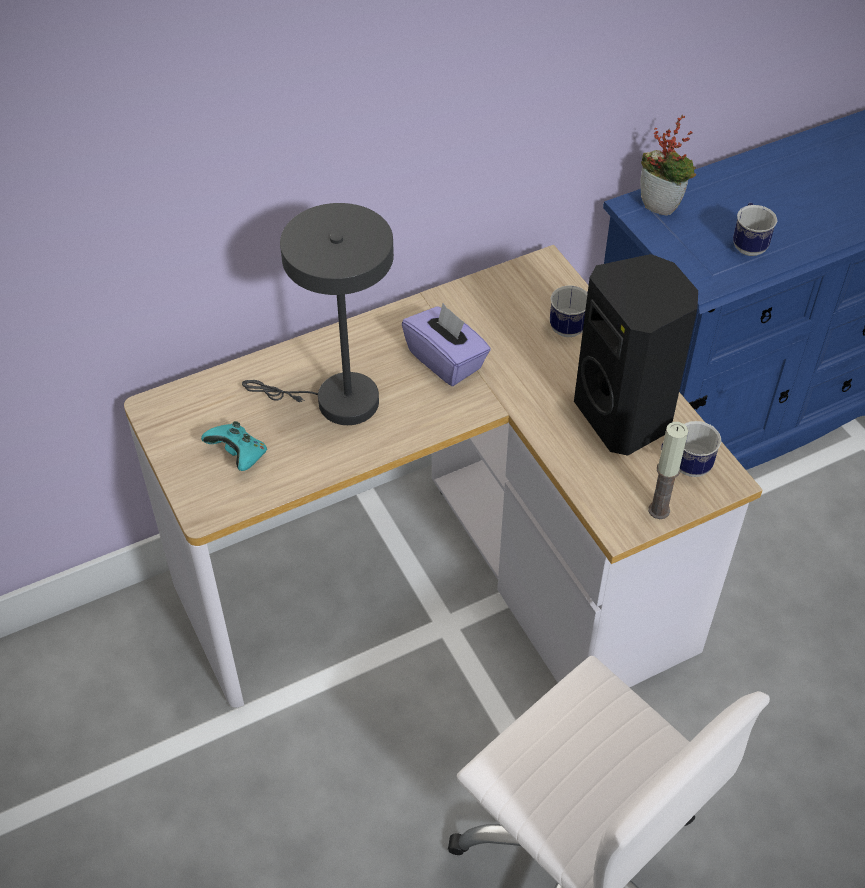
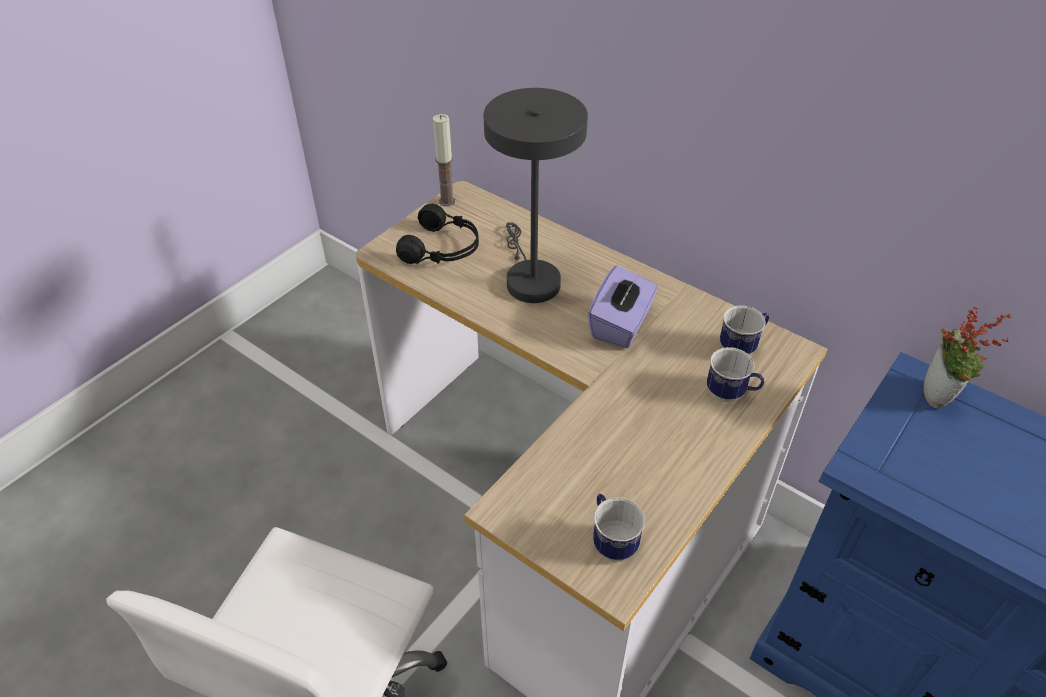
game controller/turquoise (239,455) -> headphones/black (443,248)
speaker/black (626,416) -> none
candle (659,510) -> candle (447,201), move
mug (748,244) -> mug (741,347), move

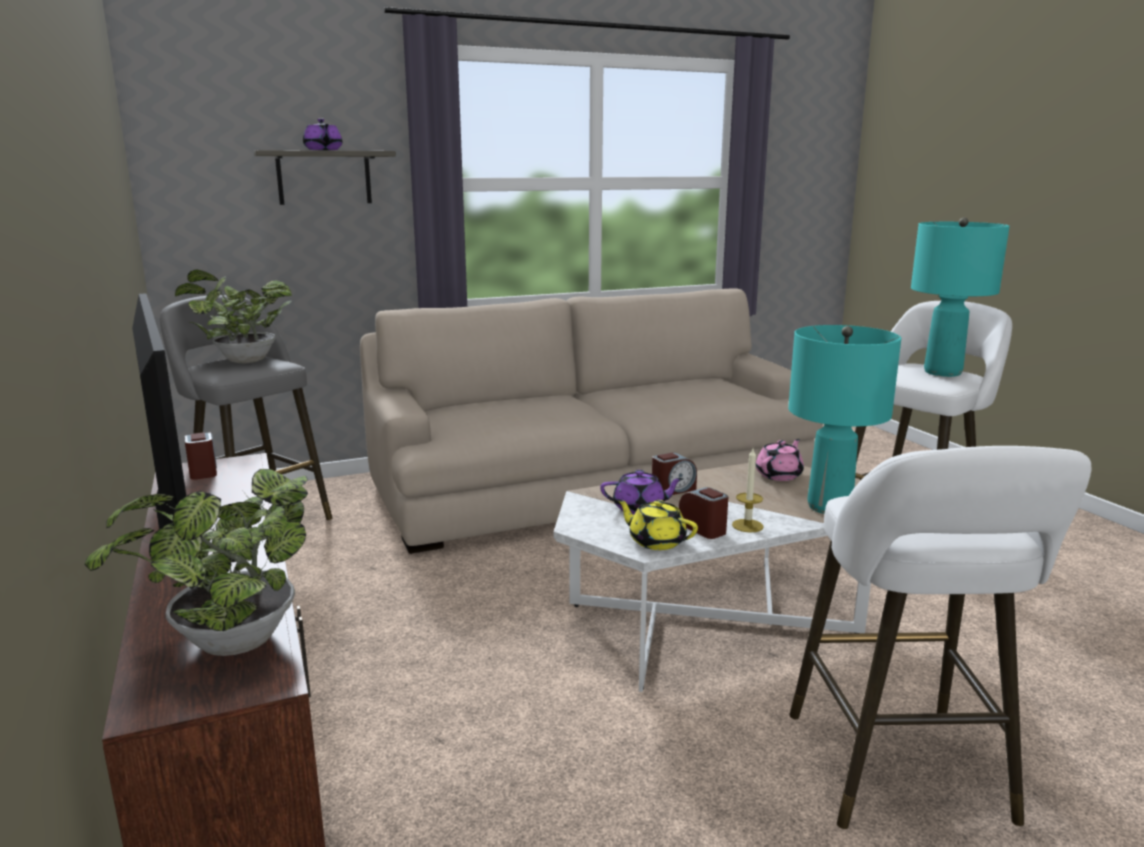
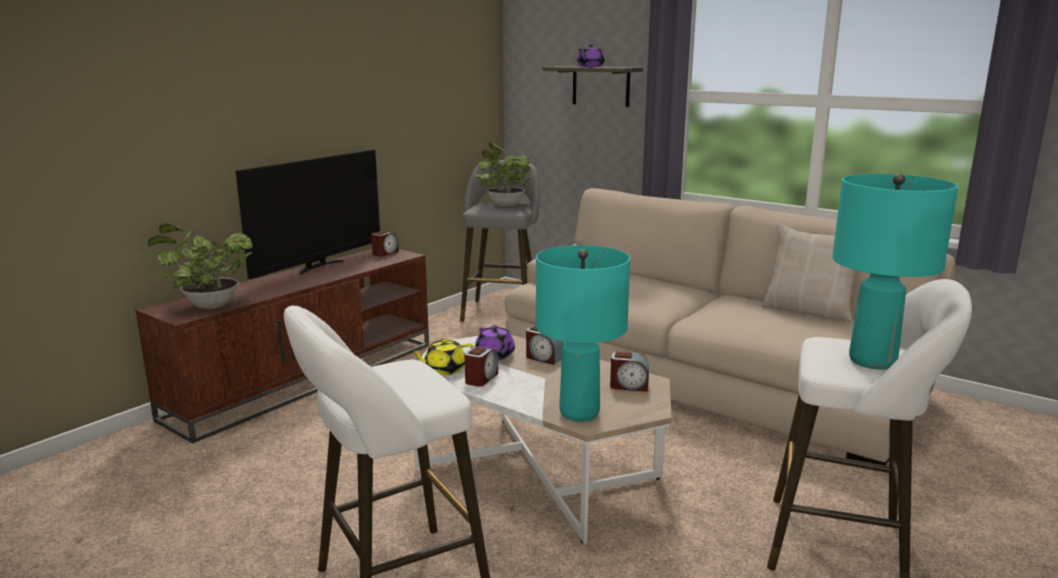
teapot/yellow (656,541) -> teapot/yellow (444,369), 120 degrees counterclockwise
candle (747,525) -> none
teapot/pink (779,475) -> alarm clock (629,386)
none -> pillow/beige (809,311)

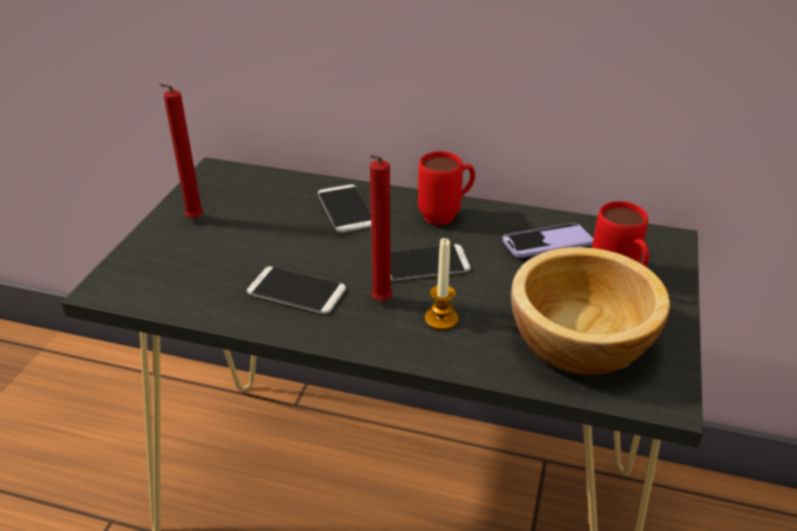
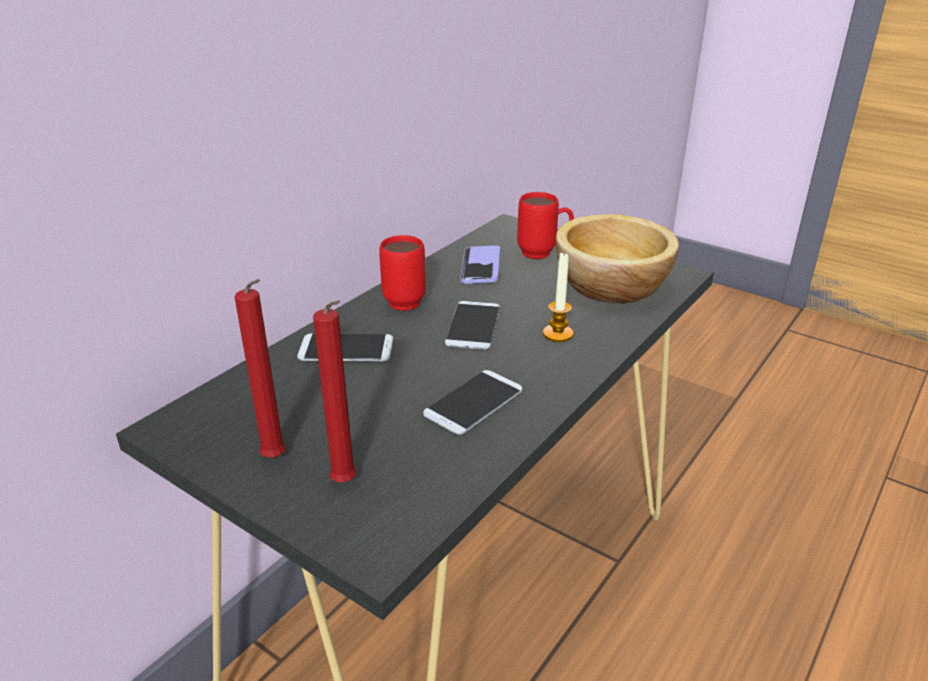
candle/red (380,303) -> candle/red (346,484), move

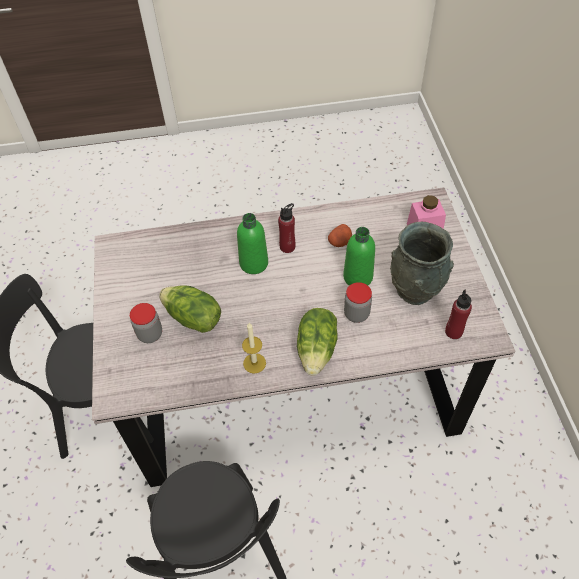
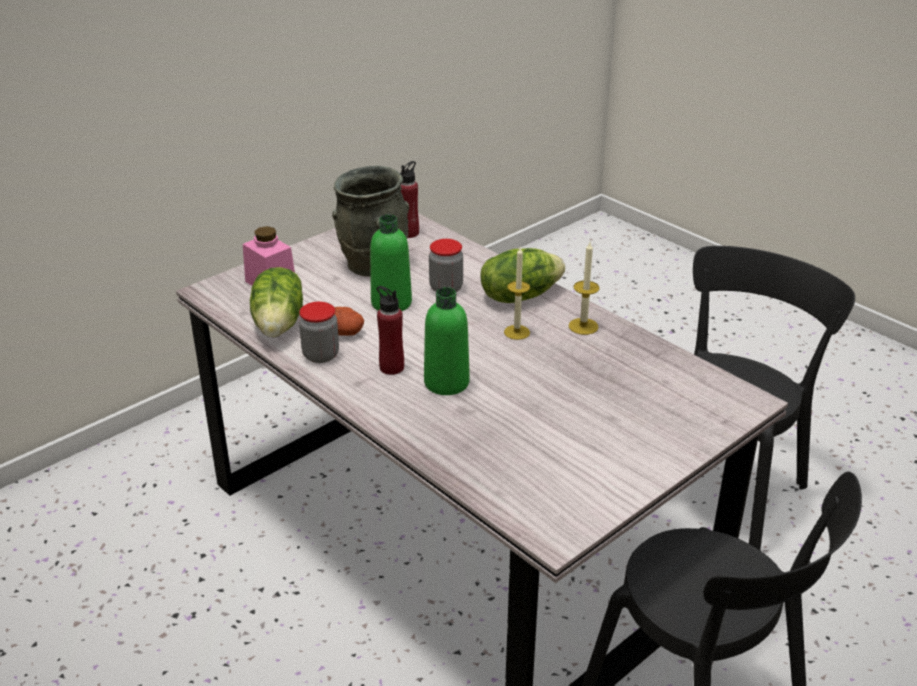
jar (150,334) -> jar (321,355), move
lettuce (193,319) -> lettuce (280,324), move
none -> candle (517,332)

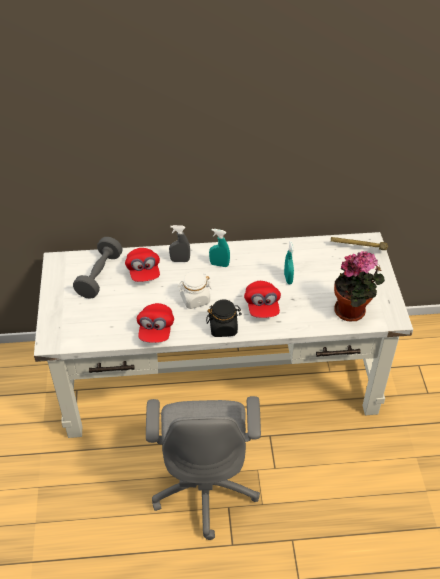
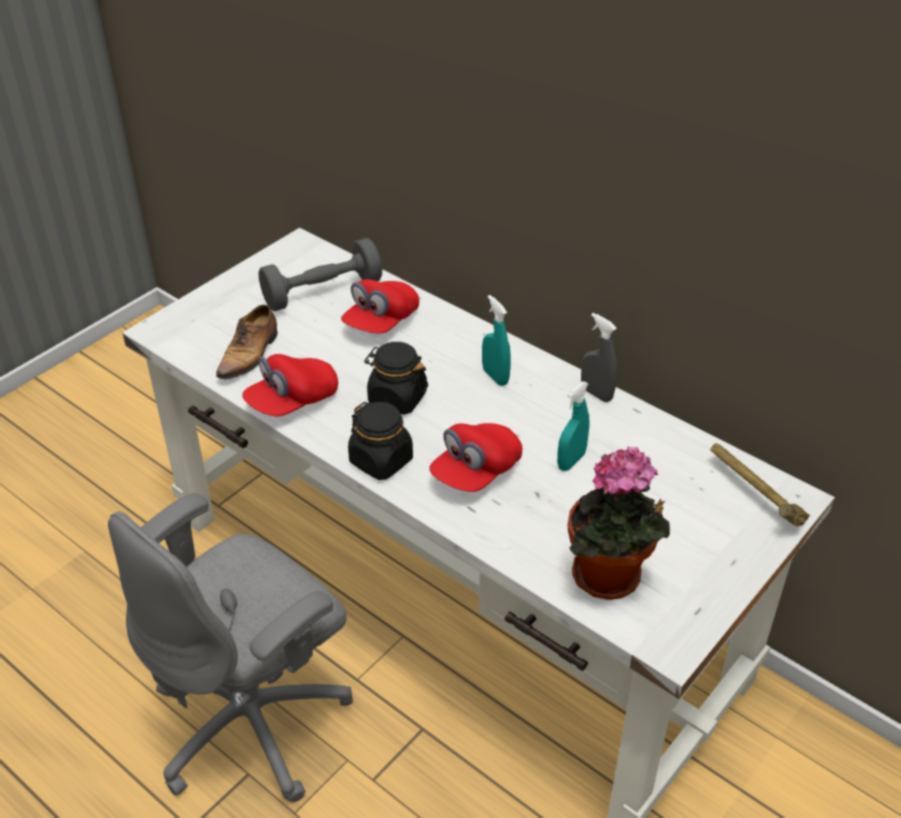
spray bottle/grey (180,260) -> spray bottle/grey (596,394), move
jar/white (195,299) -> jar/black (397,398)
none -> shoe (250,354)

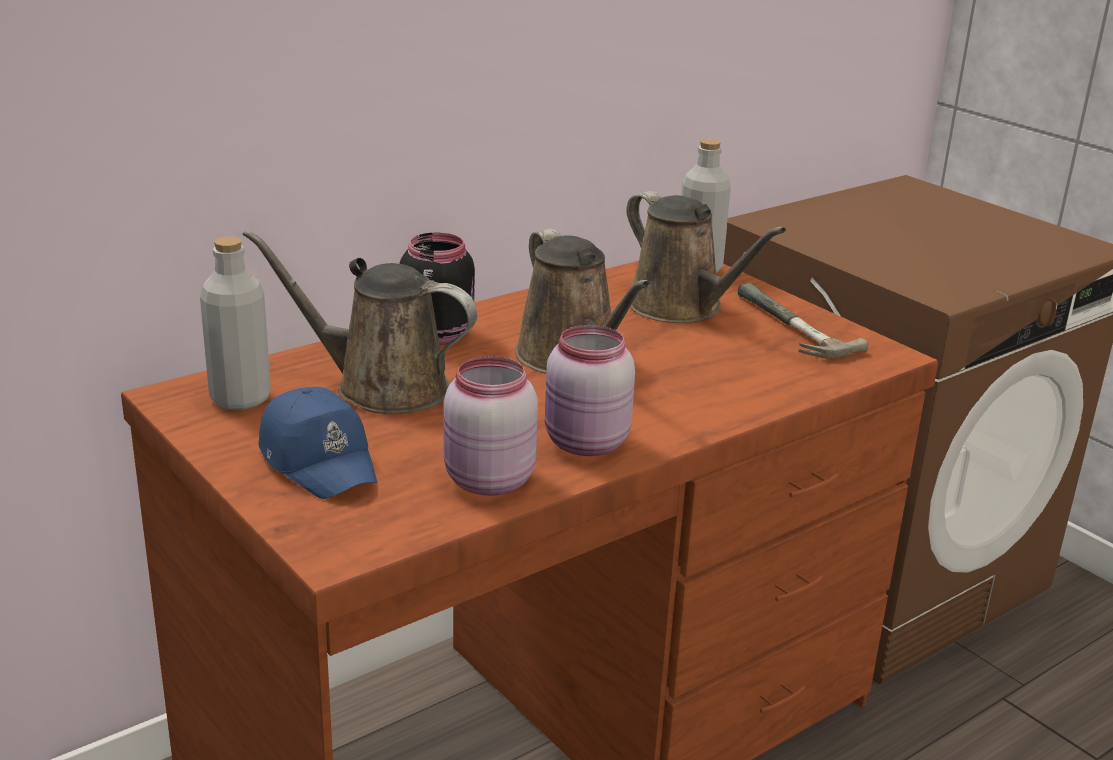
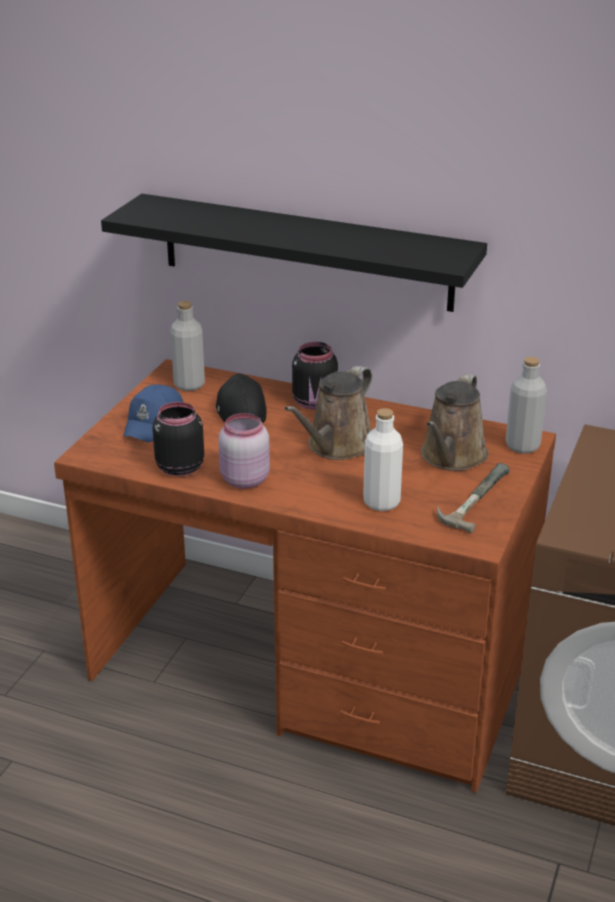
watering can/brown (381,387) -> cap/black (240,410)
jar/pink (486,481) -> jar/black (179,467)
none -> shelf/black (306,252)
none -> bottle/white (381,502)

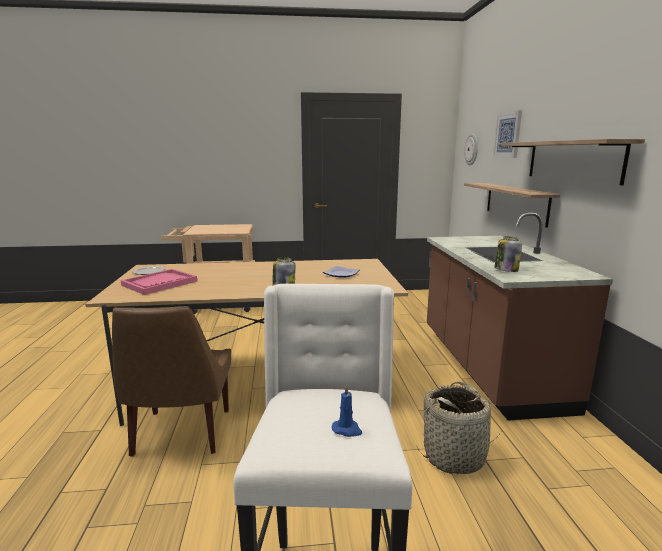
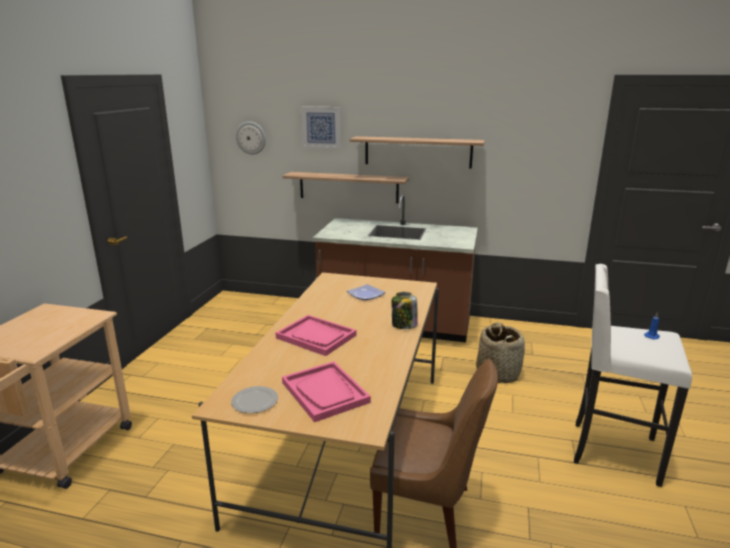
jar (506,270) -> none
none -> tray/pink (316,336)

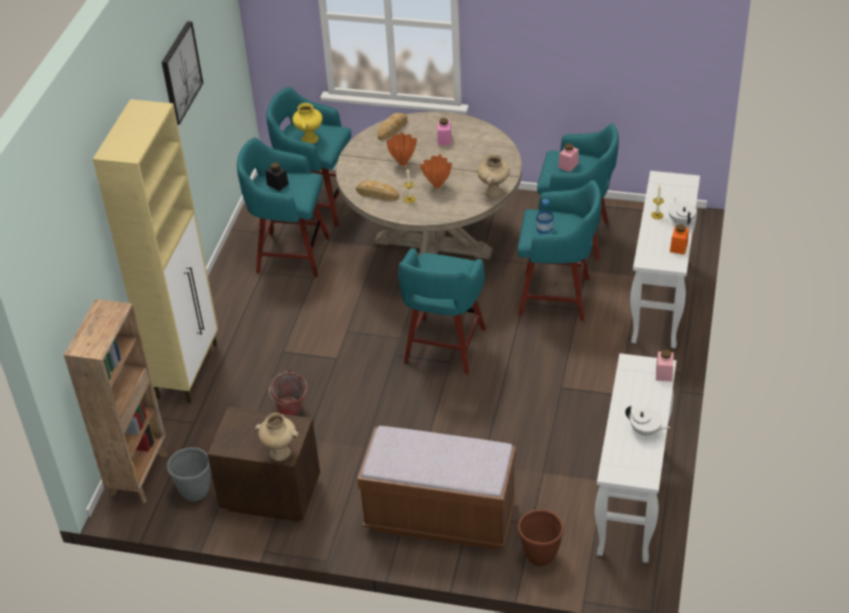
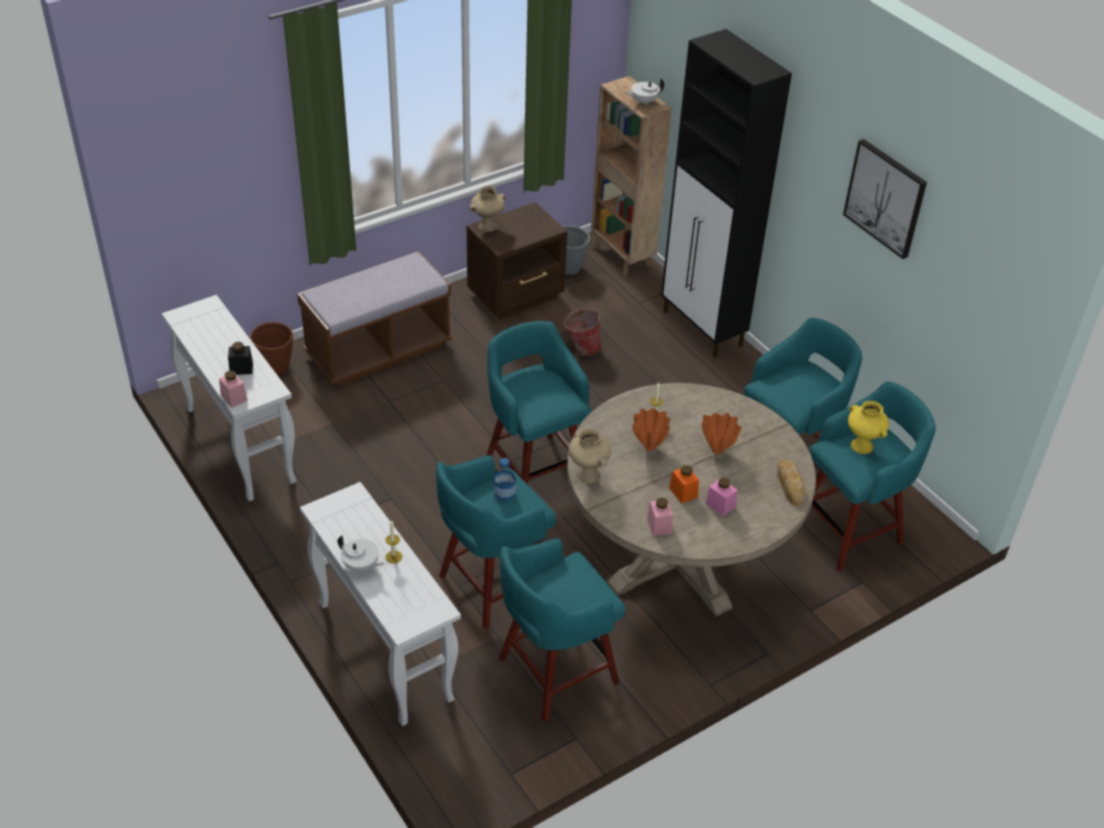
cabinet/beige (188,370) -> cabinet/black (703,329)
jar/black (277,184) -> jar/black (241,368), move
bread (377,194) -> none
jar/pink (568,165) -> jar/pink (659,525), move
teapot/white (645,431) -> teapot/white (643,102), move
jar/orange (678,247) -> jar/orange (683,492), move

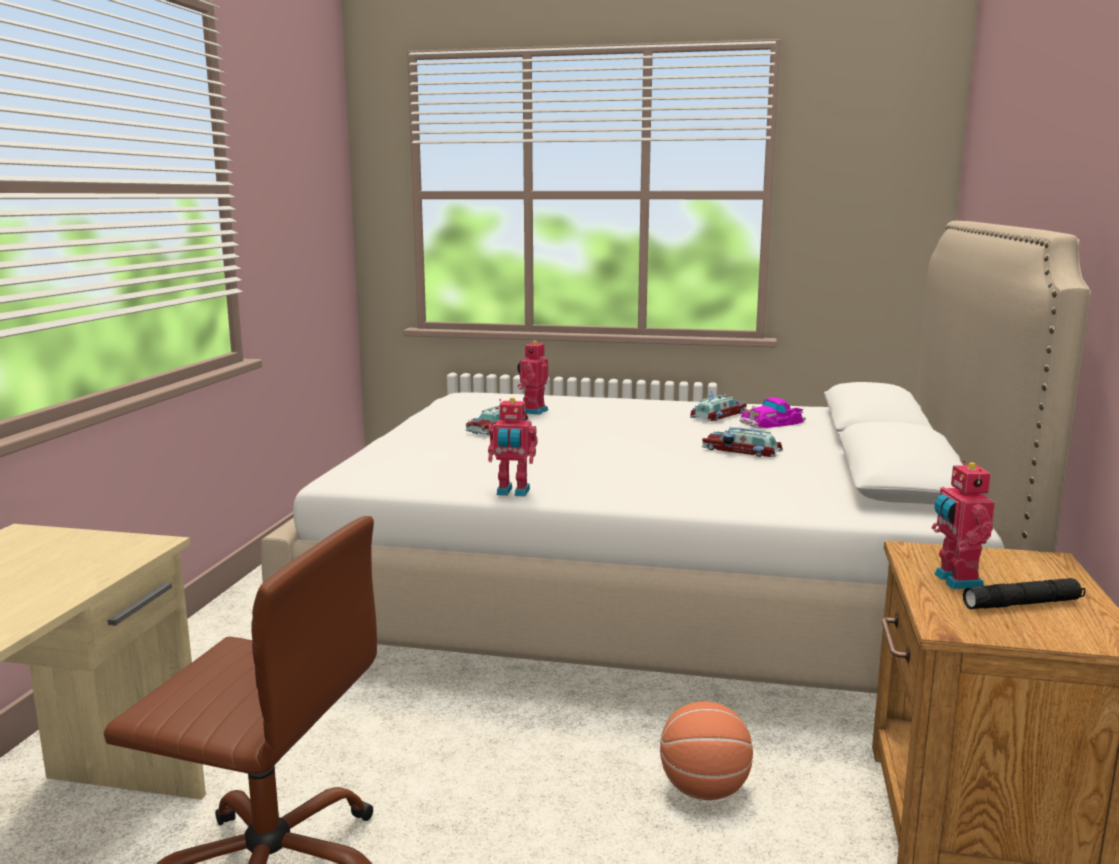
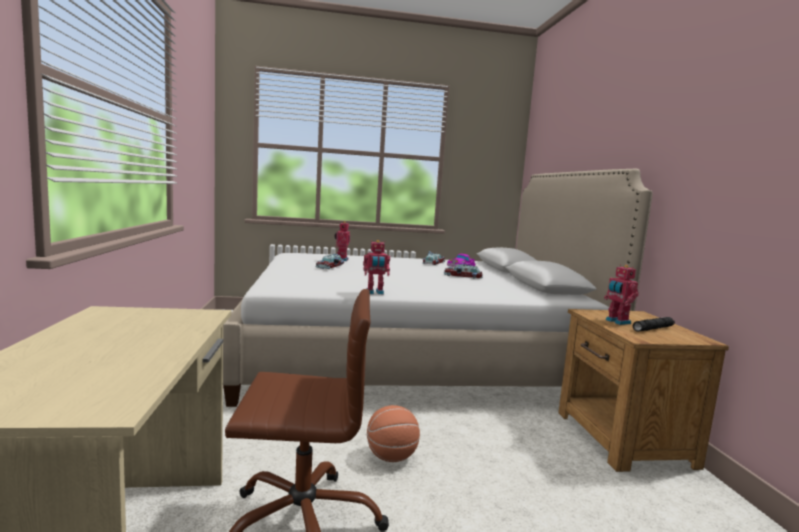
basketball (703,789) -> basketball (391,457), move

